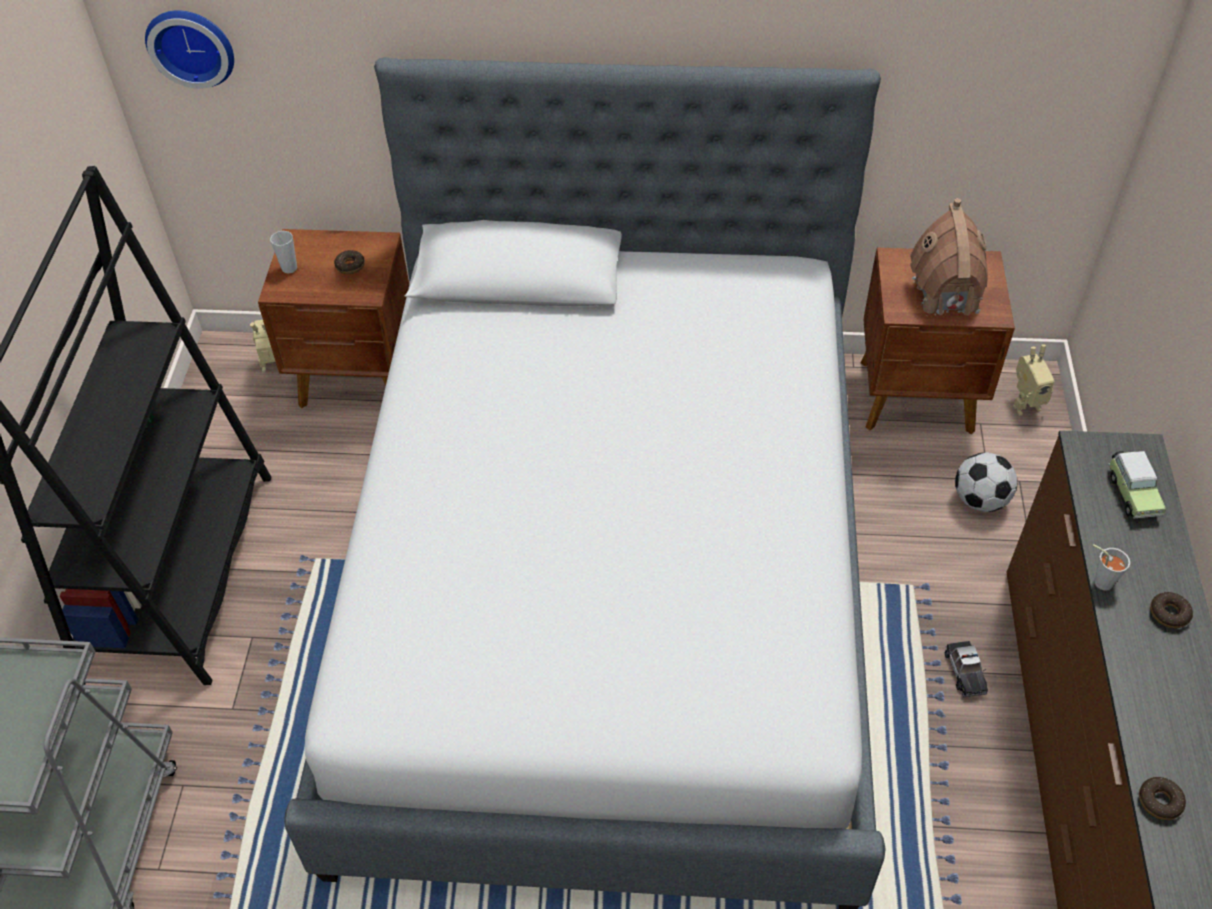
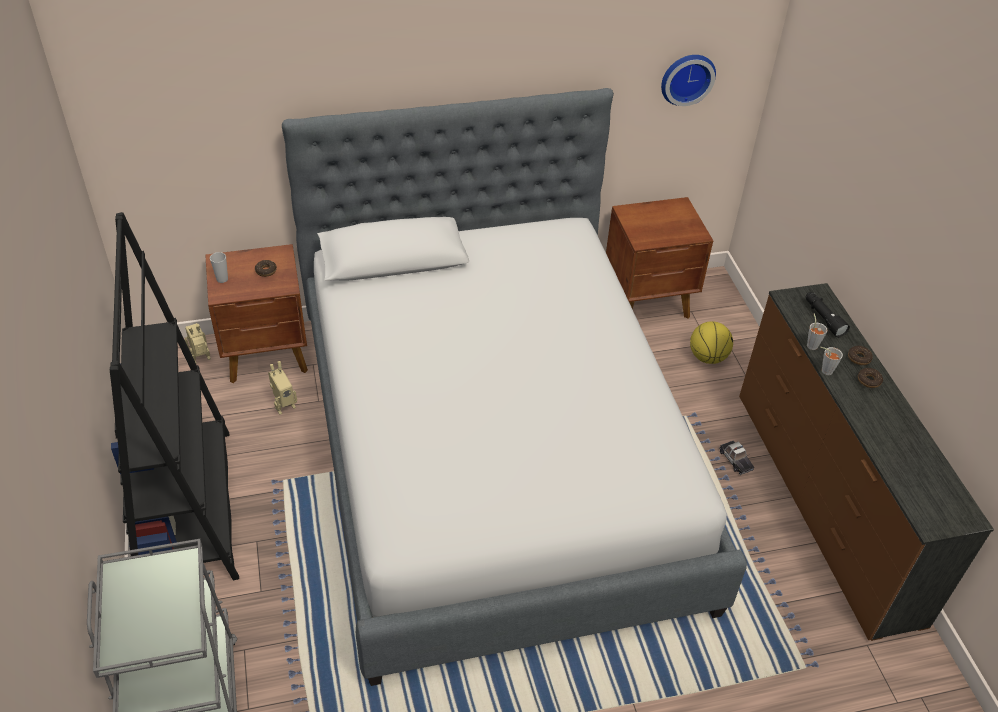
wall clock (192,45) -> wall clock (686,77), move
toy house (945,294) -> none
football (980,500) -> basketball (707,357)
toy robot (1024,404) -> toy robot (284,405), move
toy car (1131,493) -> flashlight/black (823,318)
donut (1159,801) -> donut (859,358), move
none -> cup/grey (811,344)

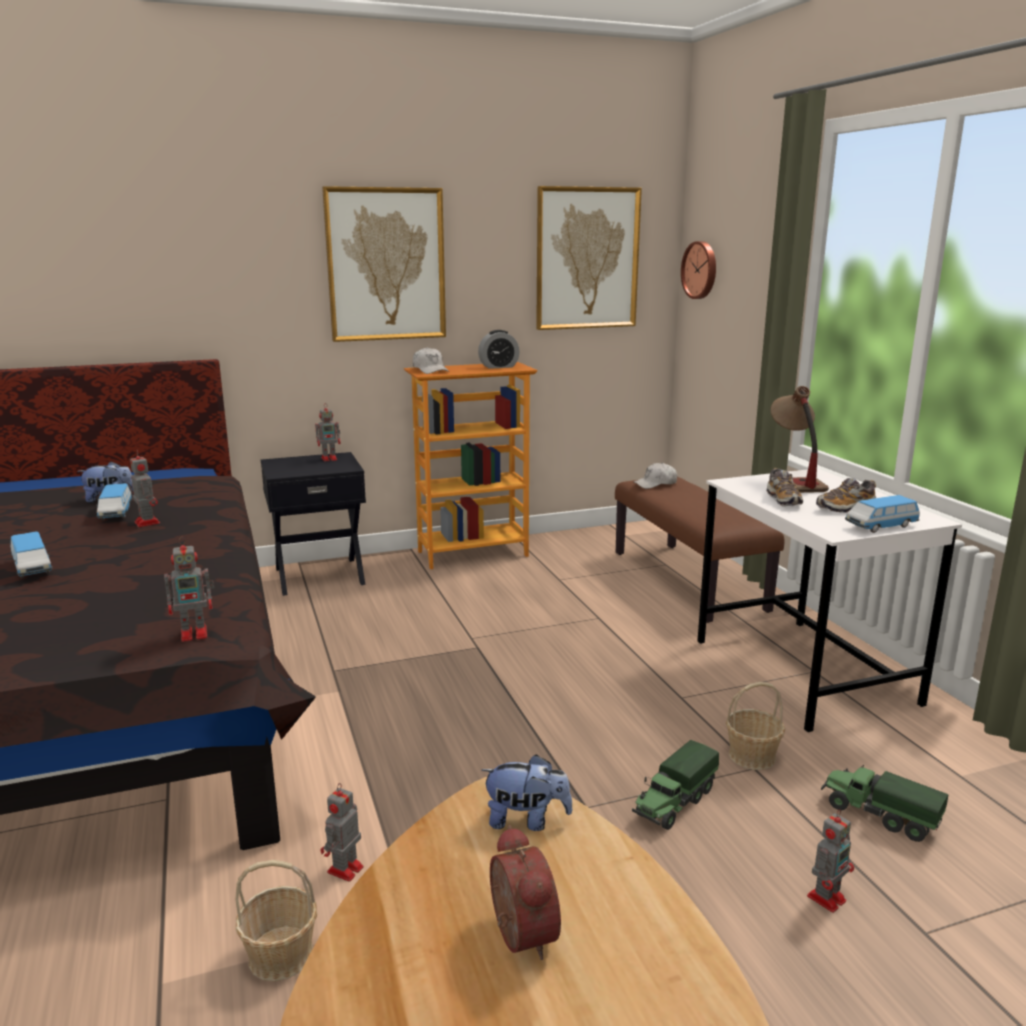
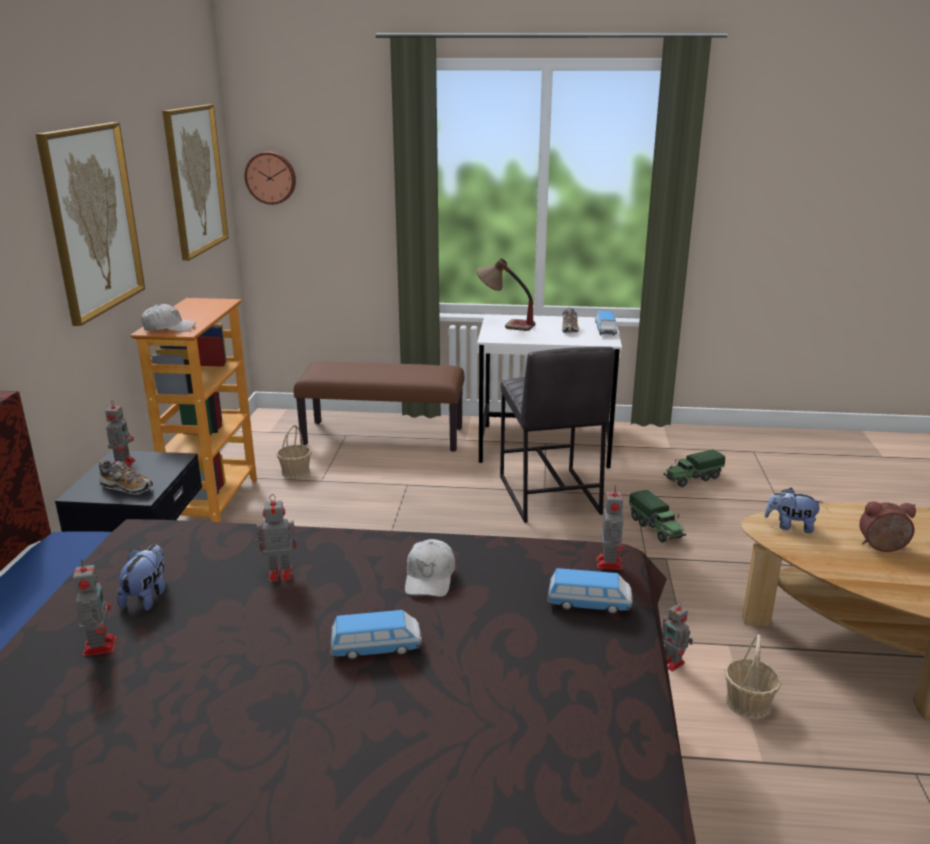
toy car (116,513) -> toy car (589,603), move
alarm clock (498,367) -> none
plush toy (526,820) -> plush toy (790,526), 105 degrees counterclockwise
cap/white (655,484) -> cap/white (430,577), move
basket (752,756) -> basket (296,472), move
shoe (783,500) -> shoe (126,487), move
toy robot (827,897) -> toy robot (100,645), move
none -> stool/grey (548,495)

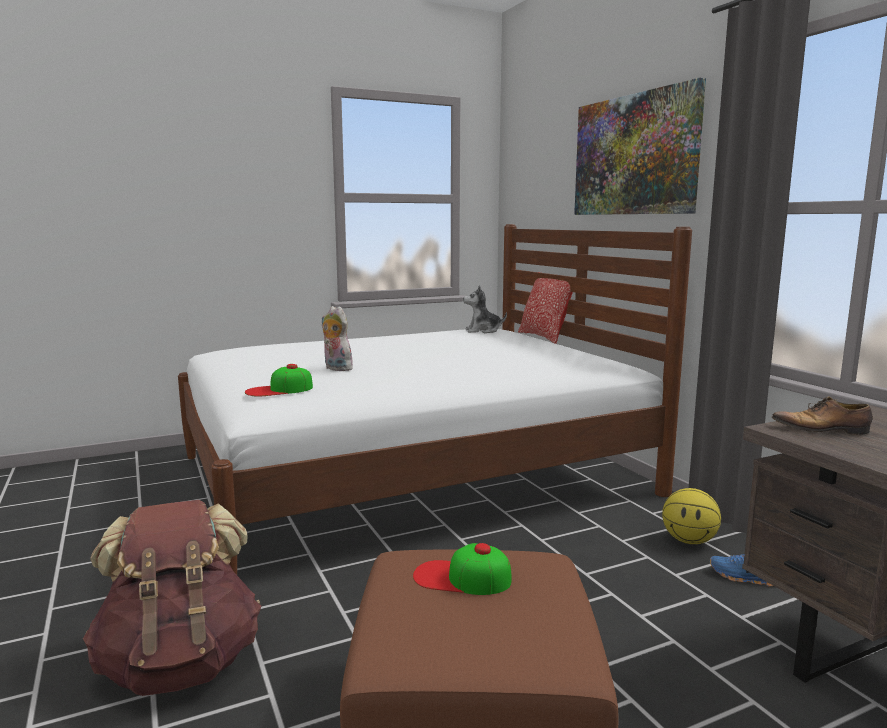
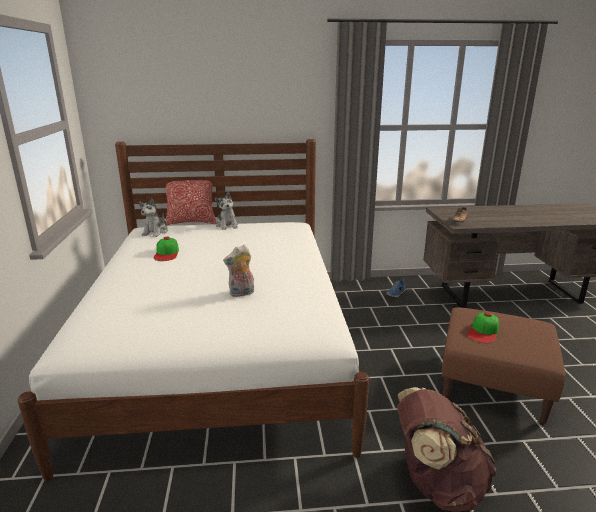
cap (279,390) -> cap (167,253), move
picture (634,155) -> none
basketball (689,541) -> none
none -> plush toy (227,225)

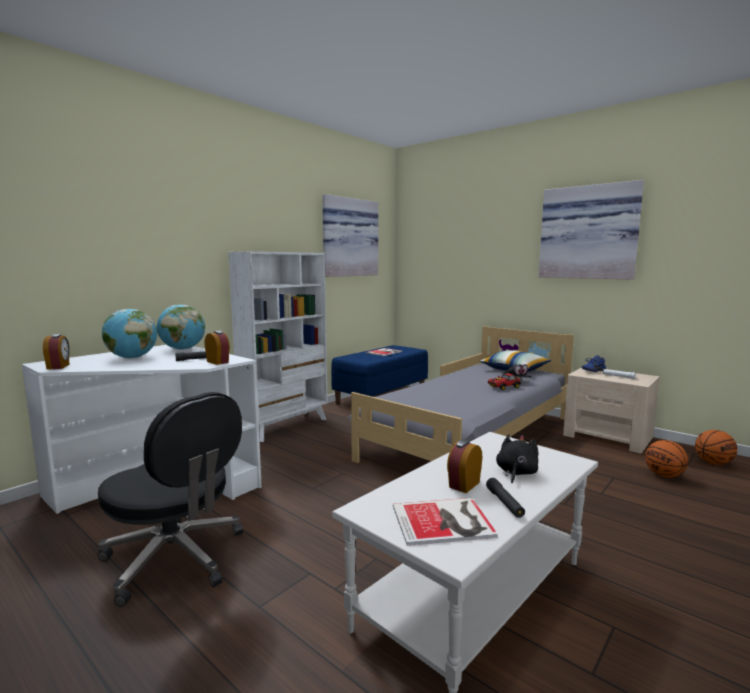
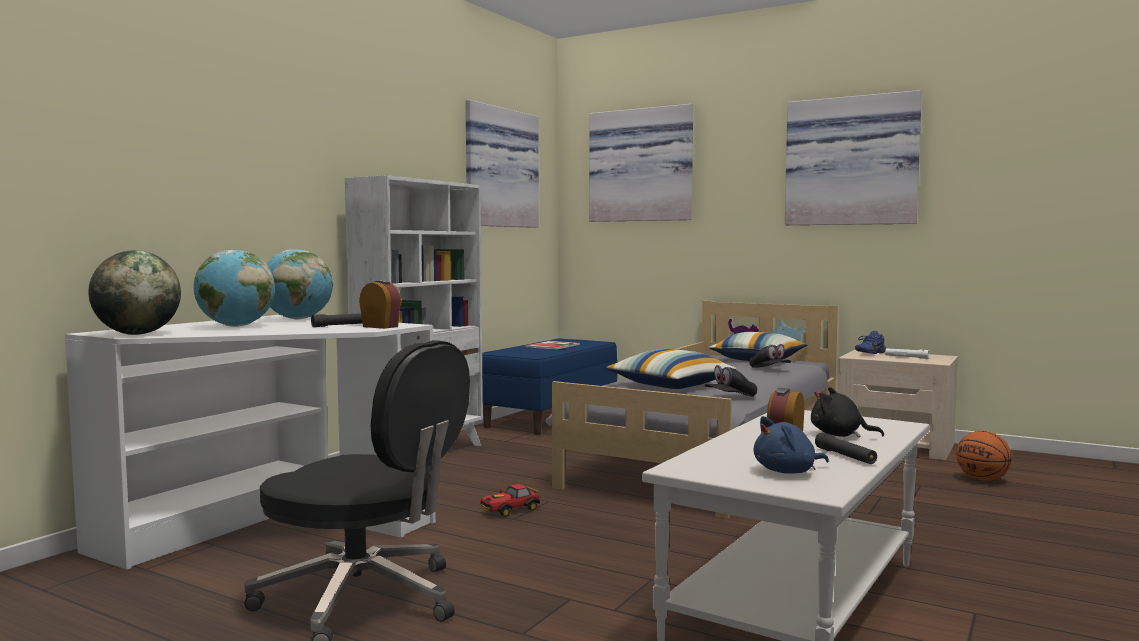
alarm clock (59,366) -> globe (137,334)
book (445,522) -> plush toy/blue (788,472)
toy car (503,387) -> toy car (510,510), move
plush toy/black (516,473) -> plush toy/black (840,435), 75 degrees counterclockwise
basketball (713,463) -> none
none -> picture (642,165)
none -> pillow (670,385)
none -> cap/black (730,397)

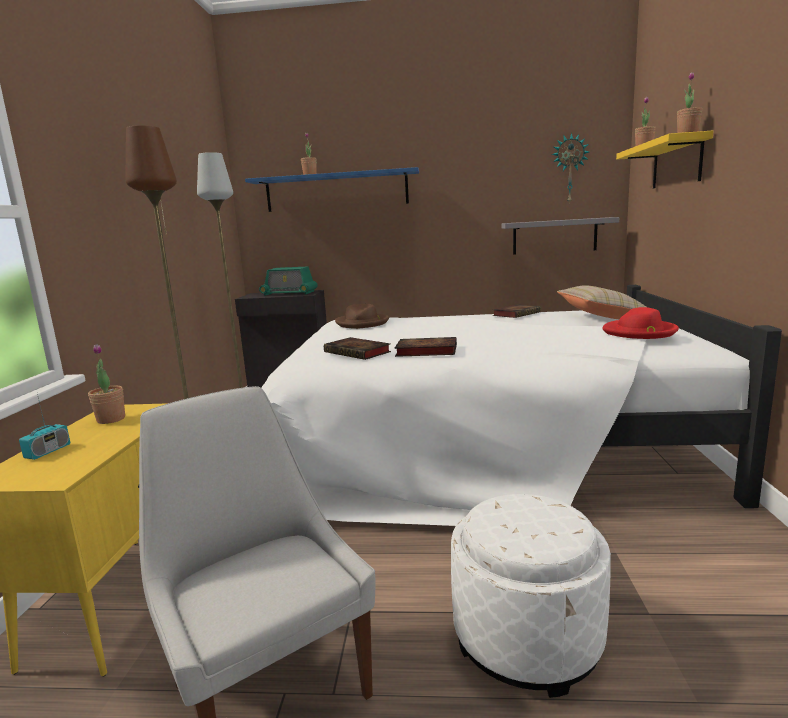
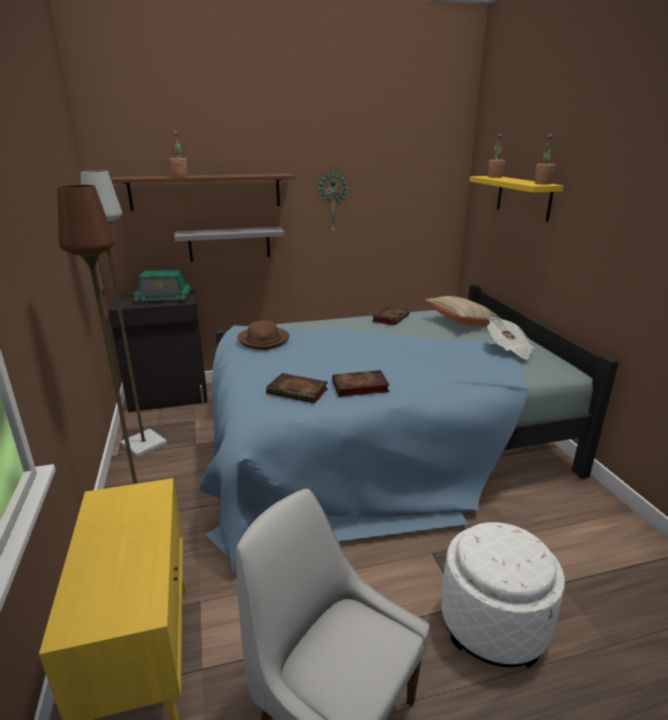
radio (48,451) -> none
potted plant (111,419) -> none
shelf/blue (336,191) -> shelf/brown (206,191)
bed/white (482,446) -> bed/blue (378,441)
shelf/grey (554,236) -> shelf/grey (229,244), move
wall clock (569,169) -> wall clock (332,202), move
hat/red (639,332) -> newspaper (509,350)

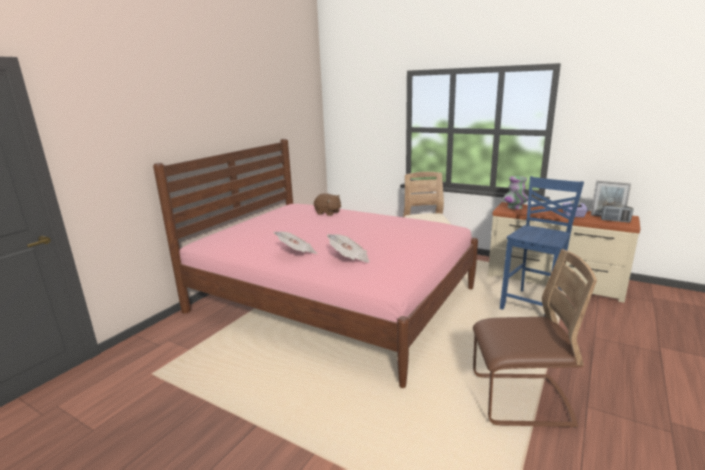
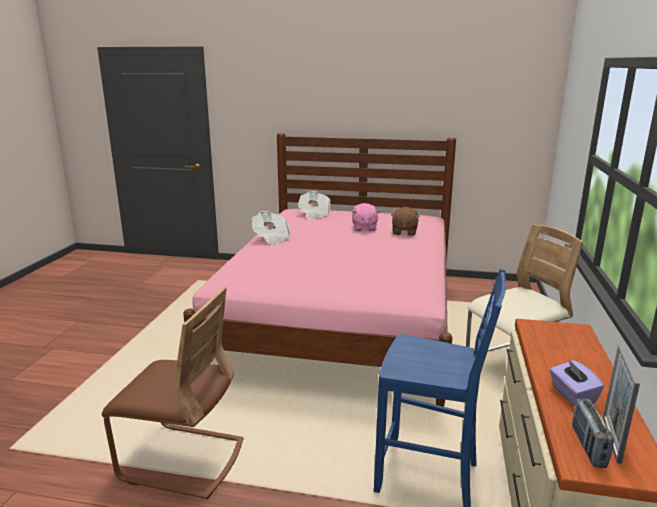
newspaper (349,259) -> newspaper (314,214), move
chair/brown (520,400) -> chair/brown (182,460), 60 degrees counterclockwise
vase (514,207) -> none
none -> plush toy/pink (364,228)

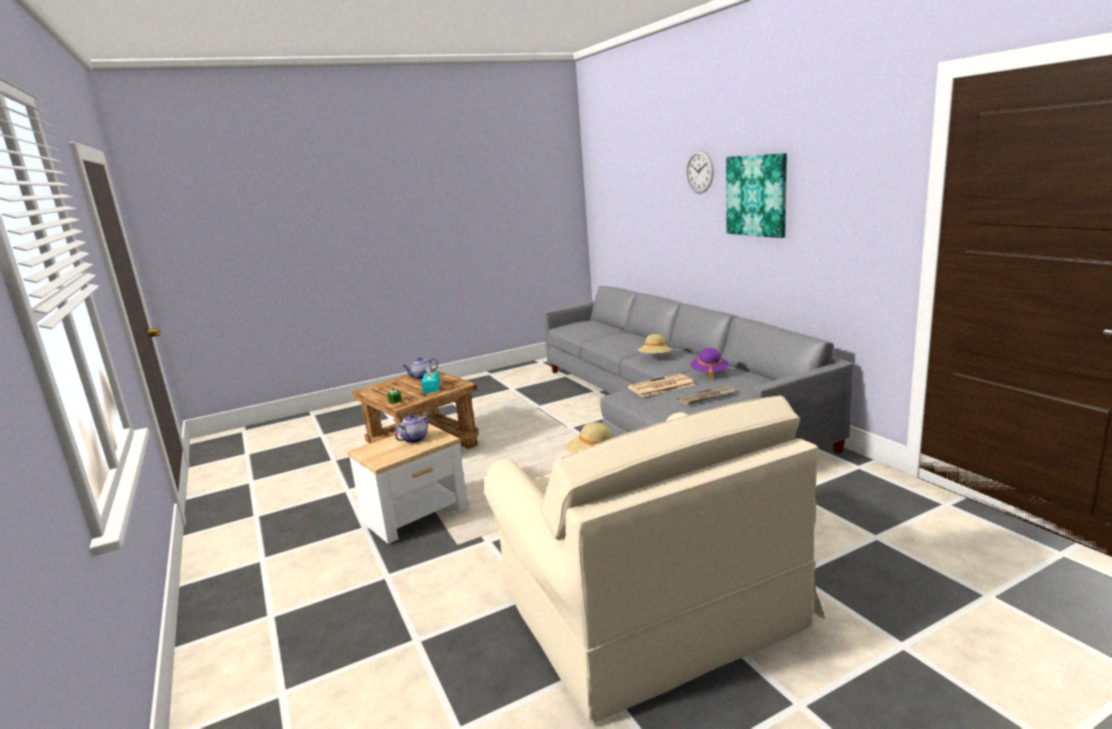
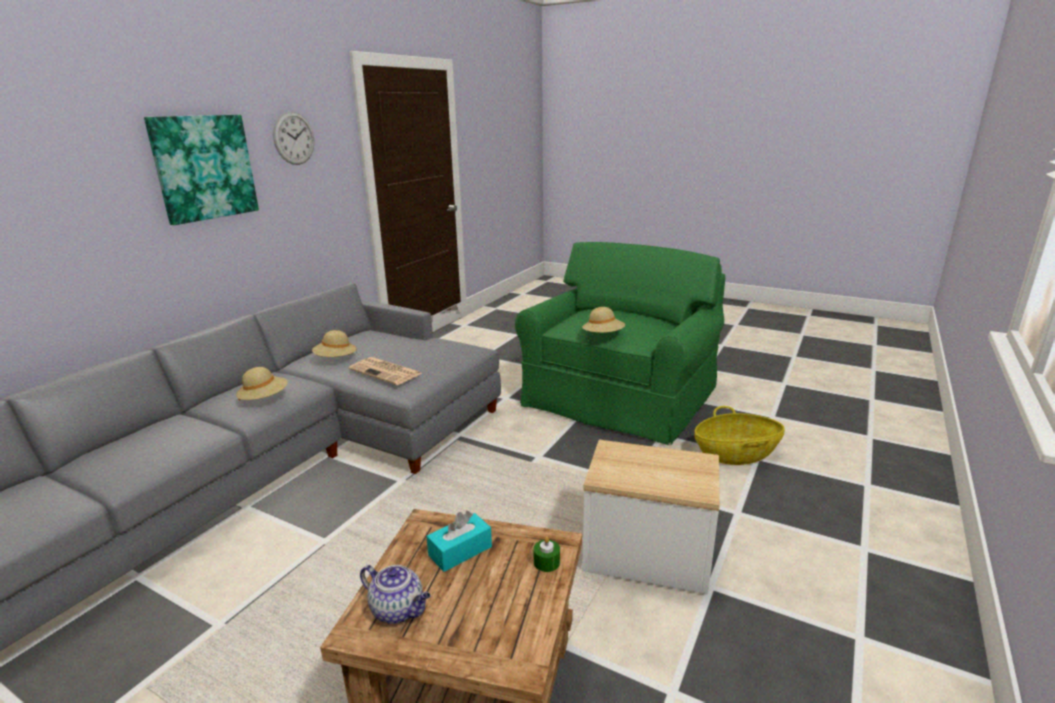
teapot (415,439) -> none
armchair/beige (649,606) -> armchair/green (619,397)
newspaper (706,397) -> none
wall clock (699,172) -> wall clock (294,138), move
hat/purple (709,373) -> hat/beige (335,359)
none -> basket (736,454)

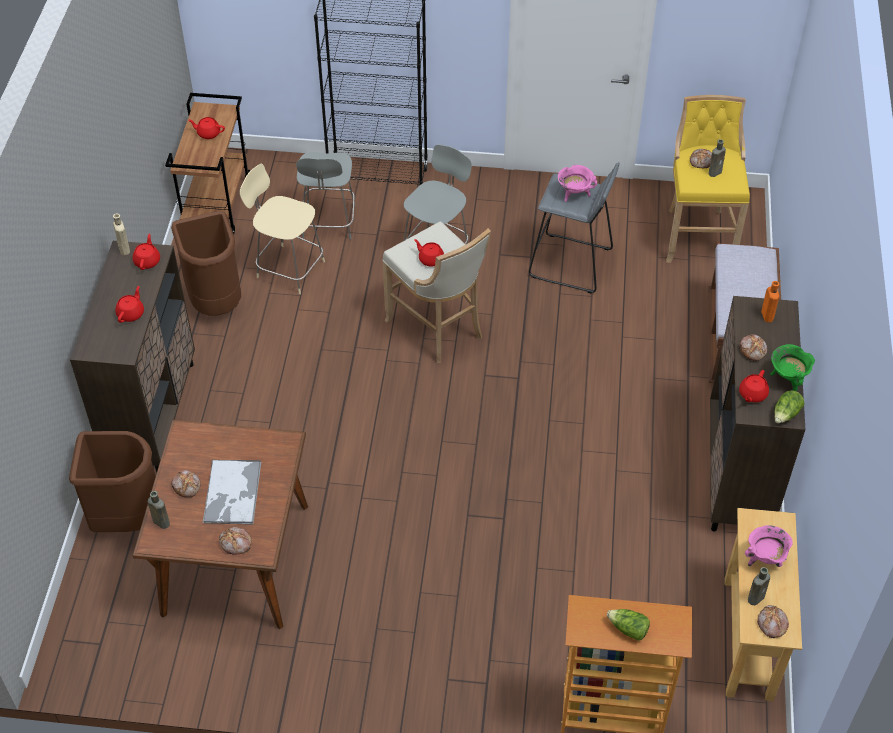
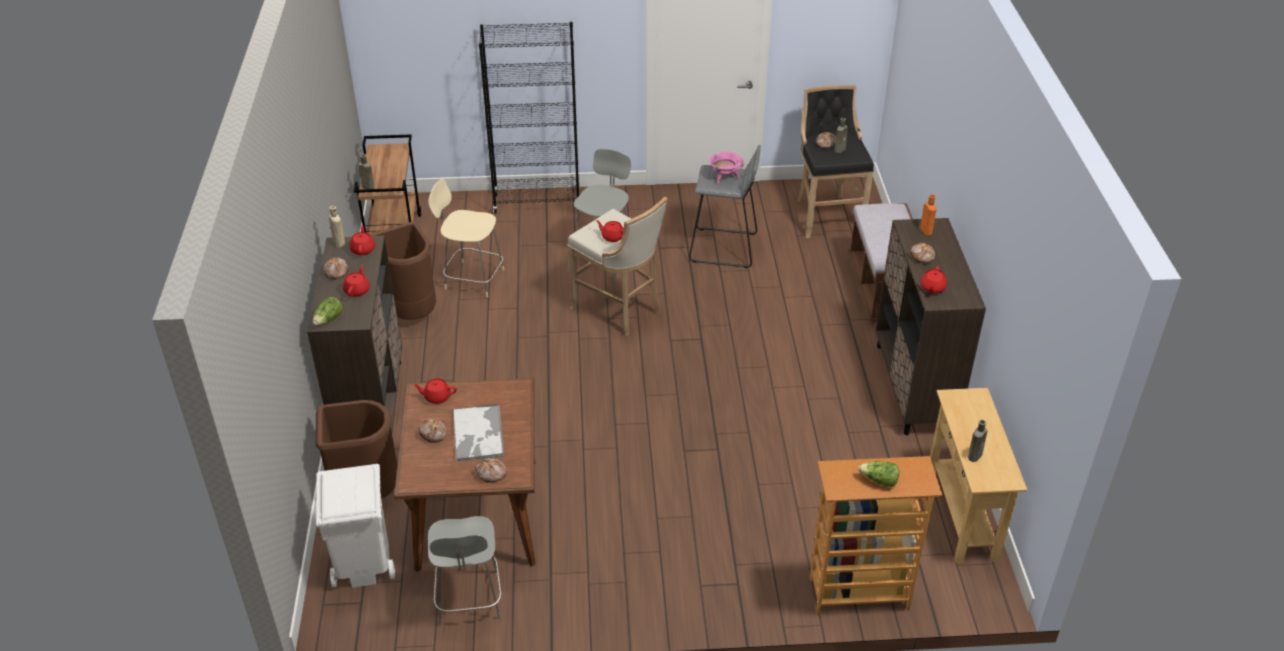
bottle/brown (160,522) -> bottle/brown (367,186), move
teapot/red (208,133) -> teapot/red (436,397), move
chair/grey (328,223) -> chair/grey (469,600), move
stool/yellow (698,234) -> stool/black (826,215)
cooking pot/pink (765,559) -> none
bread (771,624) -> bread (336,272), move
cooking pot/green (787,379) -> none
lettuce (786,414) -> lettuce (328,319), move
none -> trash can/white (363,564)

